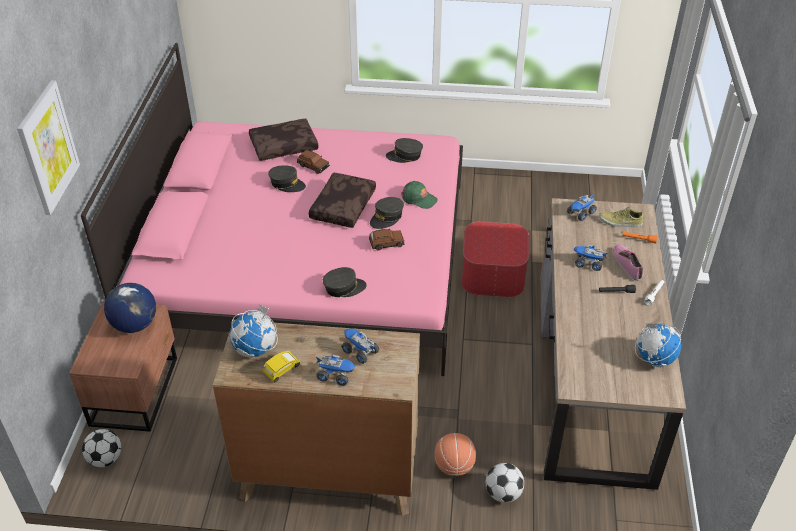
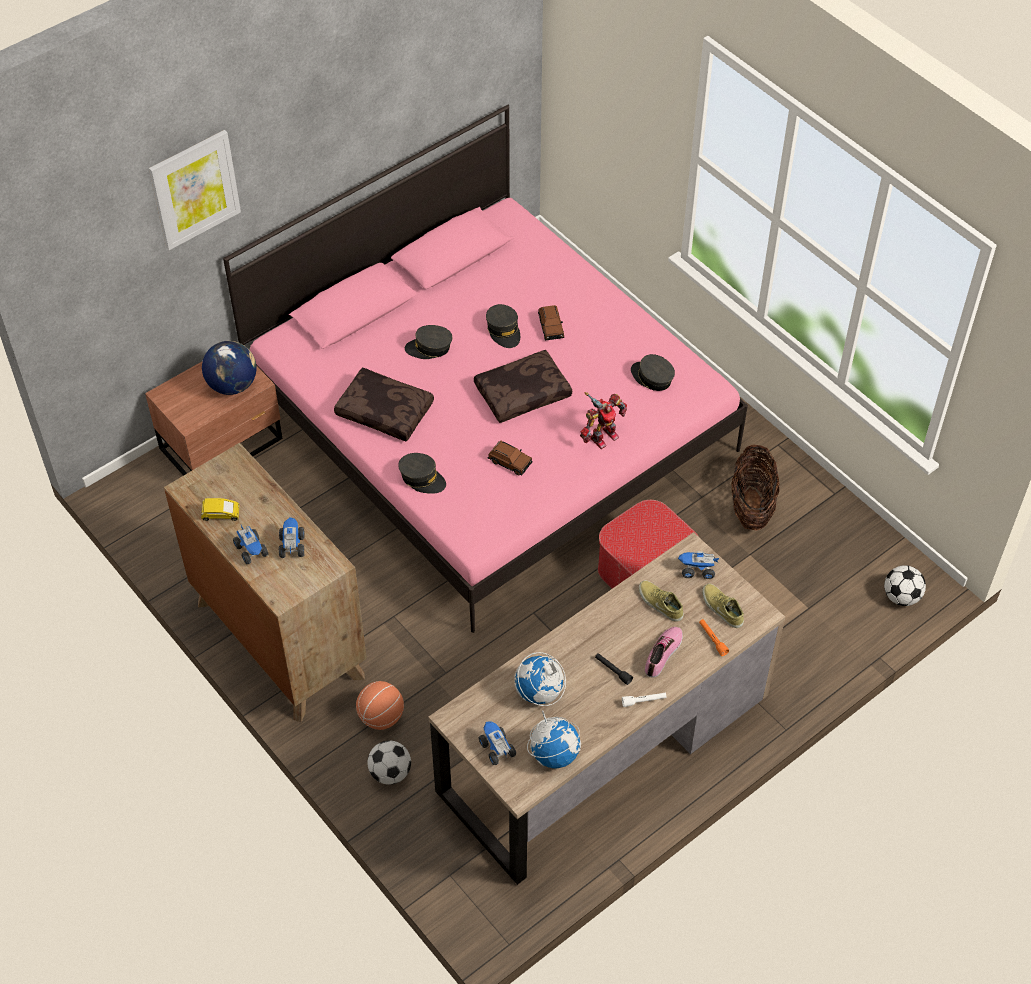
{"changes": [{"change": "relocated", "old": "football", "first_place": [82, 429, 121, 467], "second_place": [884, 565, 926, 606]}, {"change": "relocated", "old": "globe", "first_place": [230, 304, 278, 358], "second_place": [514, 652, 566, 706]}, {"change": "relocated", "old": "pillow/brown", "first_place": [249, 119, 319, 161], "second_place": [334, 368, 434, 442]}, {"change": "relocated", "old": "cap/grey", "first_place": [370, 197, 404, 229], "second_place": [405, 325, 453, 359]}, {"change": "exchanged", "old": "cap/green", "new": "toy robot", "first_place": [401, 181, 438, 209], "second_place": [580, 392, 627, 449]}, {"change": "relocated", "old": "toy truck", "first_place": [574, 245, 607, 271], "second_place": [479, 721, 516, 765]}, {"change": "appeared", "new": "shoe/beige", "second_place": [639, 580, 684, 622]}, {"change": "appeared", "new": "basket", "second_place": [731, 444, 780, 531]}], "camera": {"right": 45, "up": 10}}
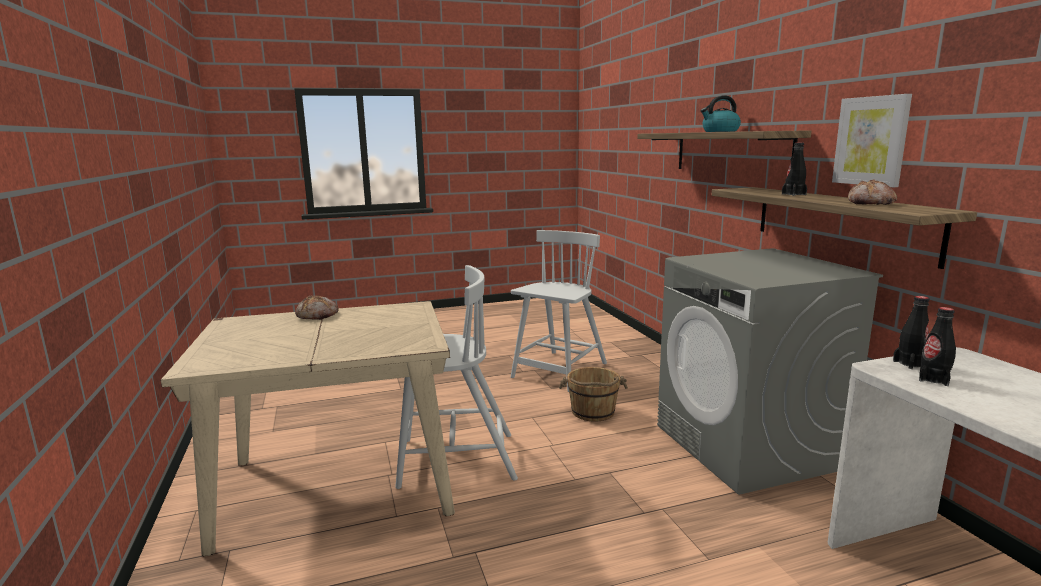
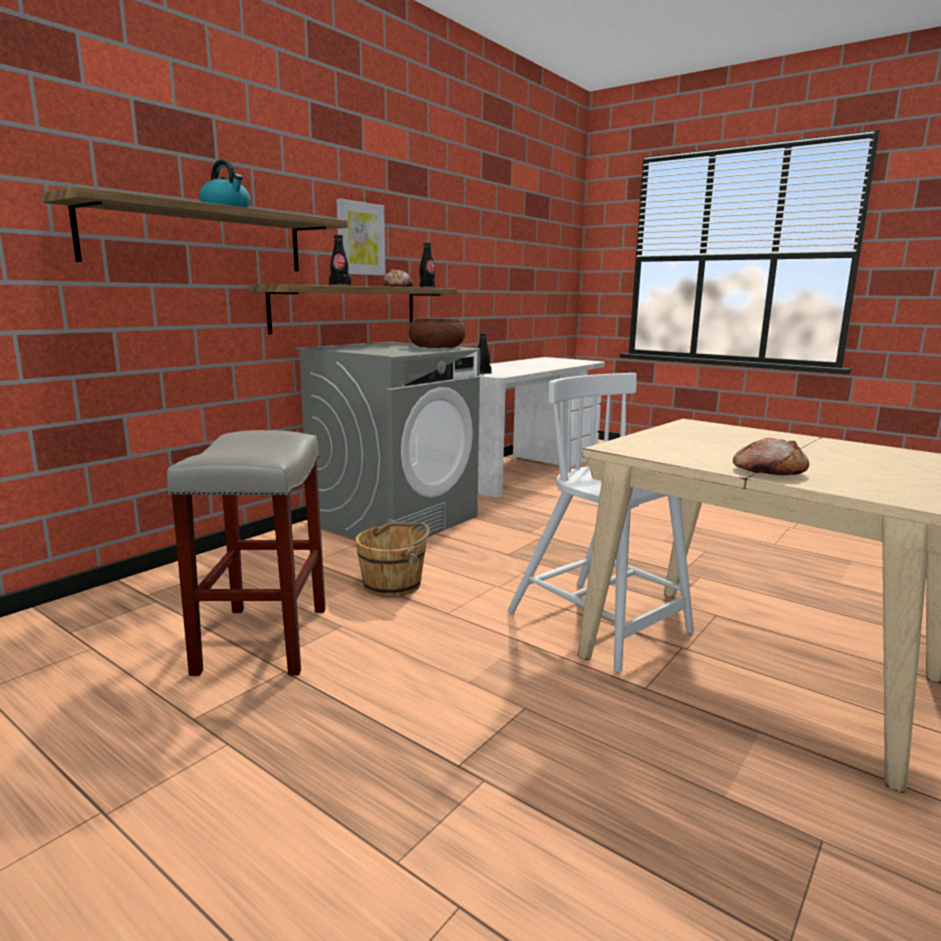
{"changes": [{"change": "exchanged", "old": "chair/white", "new": "stool/grey", "first_place": [511, 230, 607, 392], "second_place": [167, 430, 326, 676]}, {"change": "relocated", "old": "bottle/black", "first_place": [919, 307, 956, 386], "second_place": [419, 243, 435, 288]}, {"change": "appeared", "new": "bowl/brown", "second_place": [409, 319, 465, 348]}], "camera": {"right": -125, "up": 0}}
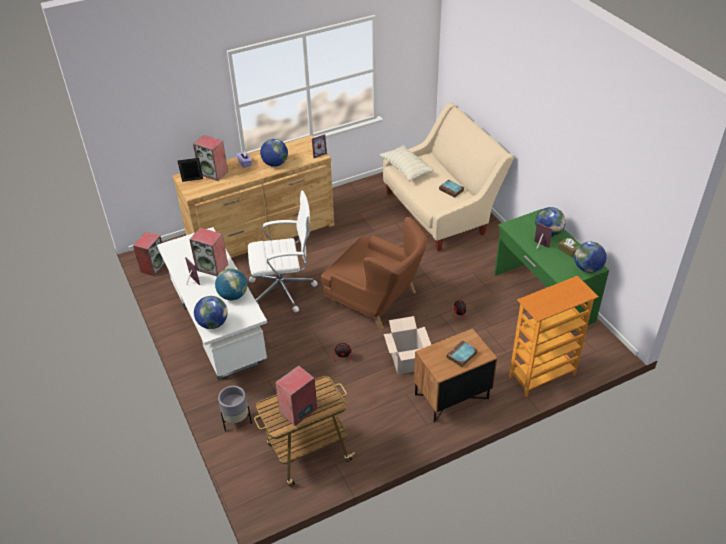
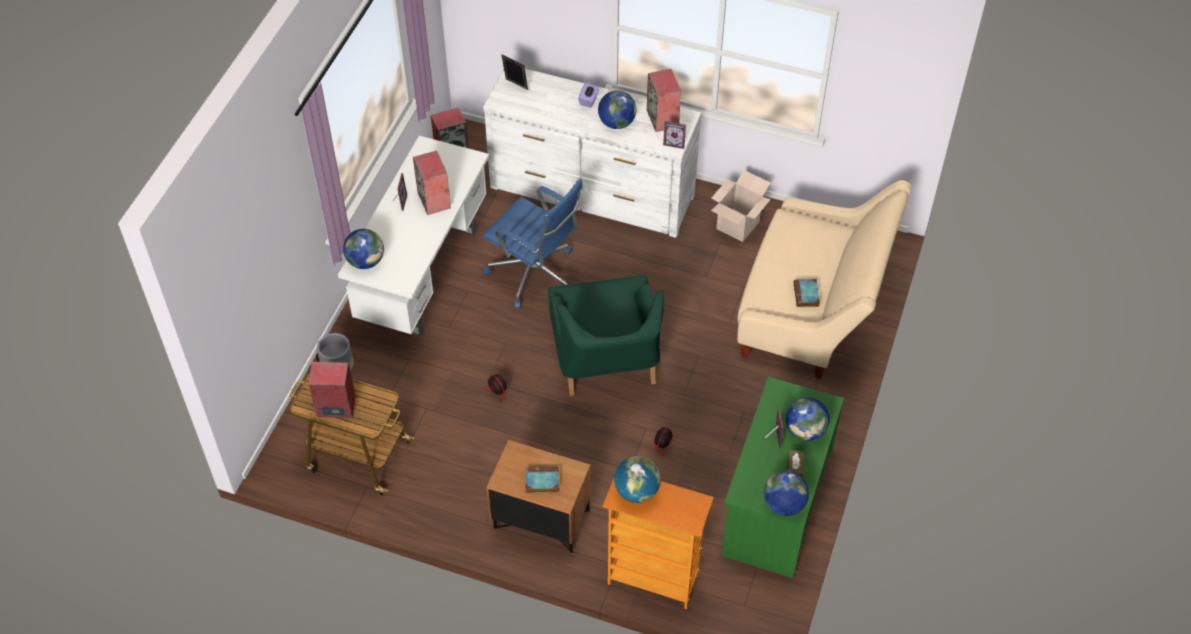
{"changes": [{"change": "colour", "old": "dresser/brown", "new": "dresser/white", "first_place": [173, 135, 334, 258], "second_place": [483, 69, 702, 238]}, {"change": "relocated", "old": "speaker", "first_place": [193, 135, 228, 181], "second_place": [647, 69, 681, 132]}, {"change": "relocated", "old": "globe", "first_place": [215, 268, 247, 300], "second_place": [614, 456, 661, 503]}, {"change": "colour", "old": "office chair/white", "new": "office chair/blue", "first_place": [248, 191, 318, 312], "second_place": [482, 179, 583, 309]}, {"change": "colour", "old": "armchair/brown", "new": "armchair/green", "first_place": [321, 217, 427, 330], "second_place": [548, 275, 664, 396]}, {"change": "missing", "old": "pillow", "first_place": [380, 145, 434, 181]}, {"change": "relocated", "old": "cardboard box", "first_place": [384, 316, 431, 375], "second_place": [711, 170, 771, 242]}], "camera": {"right": 45, "up": 10}}
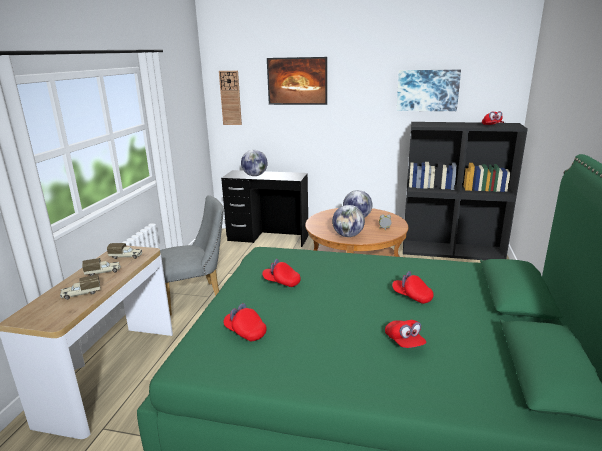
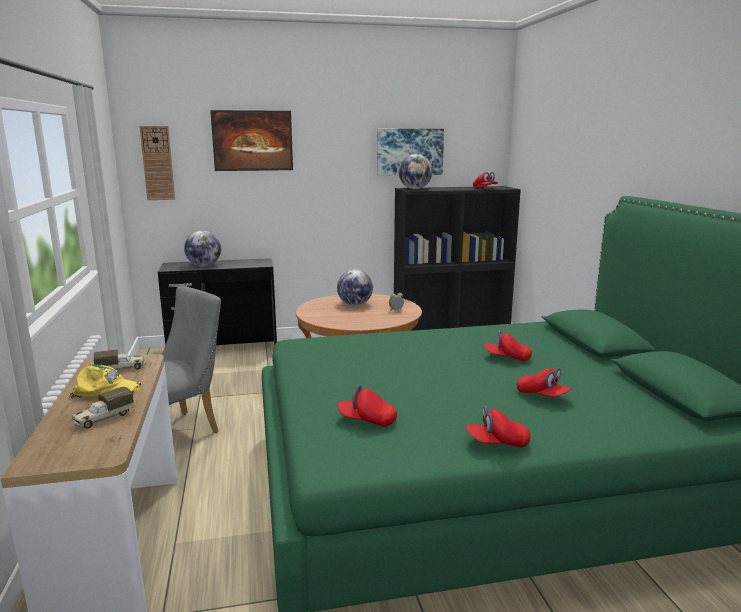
{"changes": [{"change": "exchanged", "old": "toy truck", "new": "cap/yellow", "first_place": [82, 258, 121, 276], "second_place": [69, 364, 142, 398]}, {"change": "relocated", "old": "cap/red", "first_place": [262, 259, 301, 287], "second_place": [466, 405, 530, 448]}, {"change": "relocated", "old": "globe", "first_place": [332, 205, 365, 237], "second_place": [398, 154, 433, 189]}], "camera": {"right": -25, "up": -5}}
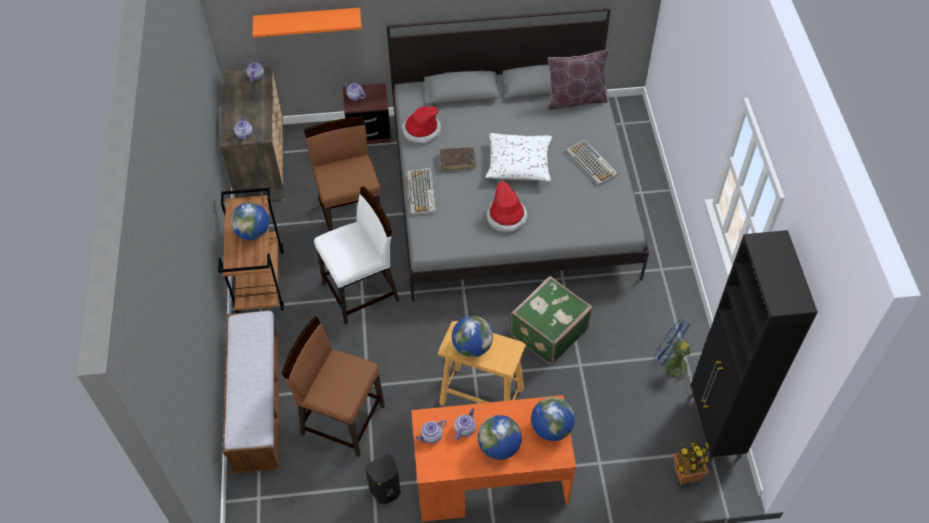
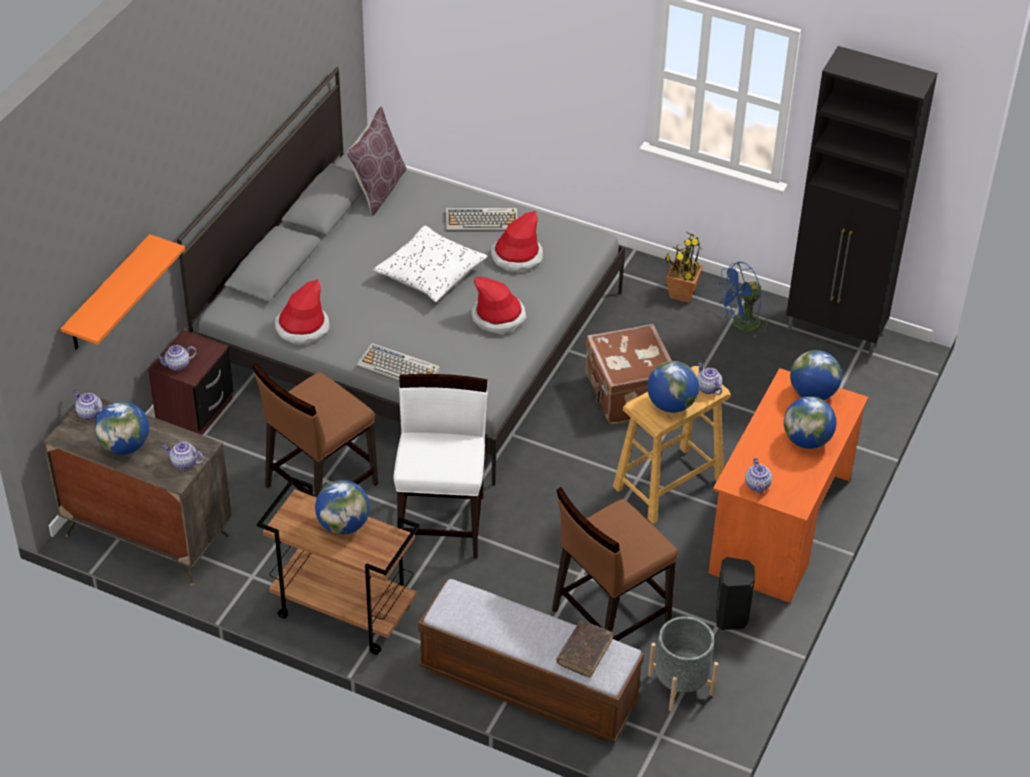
{"changes": [{"change": "spun", "old": "chair/brown", "first_place": [304, 116, 380, 231], "second_place": [253, 363, 378, 497], "degrees": -60}, {"change": "relocated", "old": "book/brown", "first_place": [440, 147, 476, 171], "second_place": [557, 621, 613, 678]}, {"change": "relocated", "old": "teapot", "first_place": [454, 408, 476, 440], "second_place": [697, 362, 722, 395]}, {"change": "colour", "old": "suitcase/green", "new": "suitcase/brown", "first_place": [511, 276, 593, 365], "second_place": [585, 324, 672, 424]}, {"change": "relocated", "old": "potted plant", "first_place": [673, 441, 711, 485], "second_place": [665, 232, 703, 303]}, {"change": "appeared", "new": "globe", "second_place": [95, 401, 149, 455]}, {"change": "appeared", "new": "hat", "second_place": [491, 211, 543, 272]}, {"change": "appeared", "new": "planter/grey", "second_place": [648, 616, 718, 711]}], "camera": {"right": -60, "up": -10}}
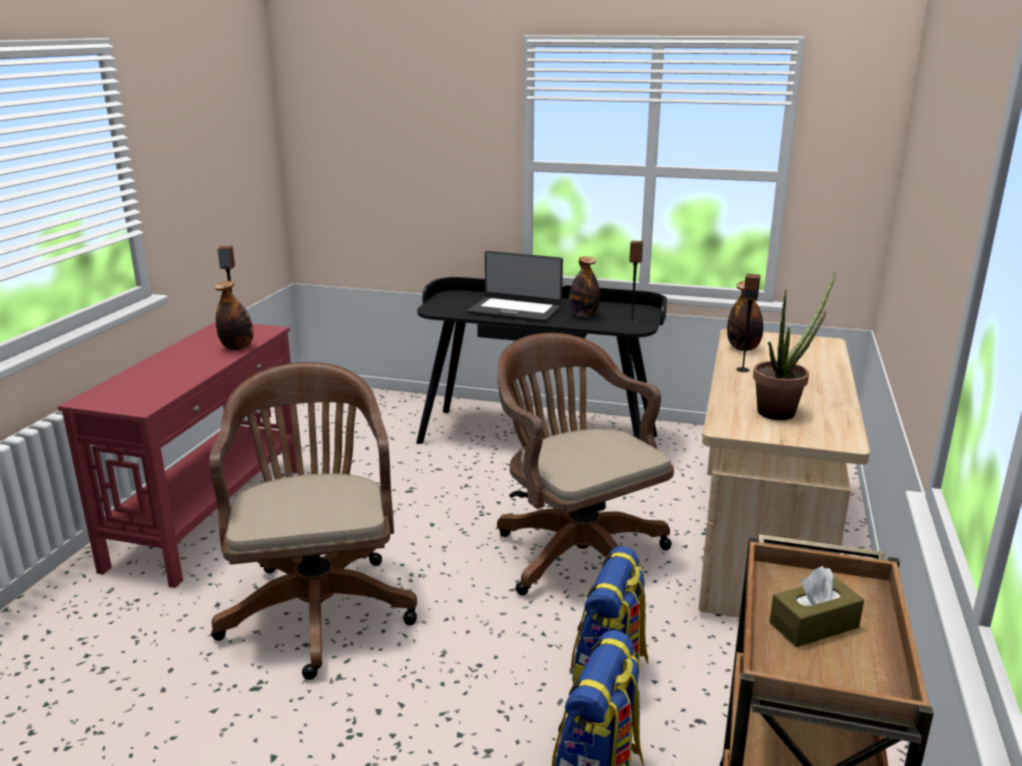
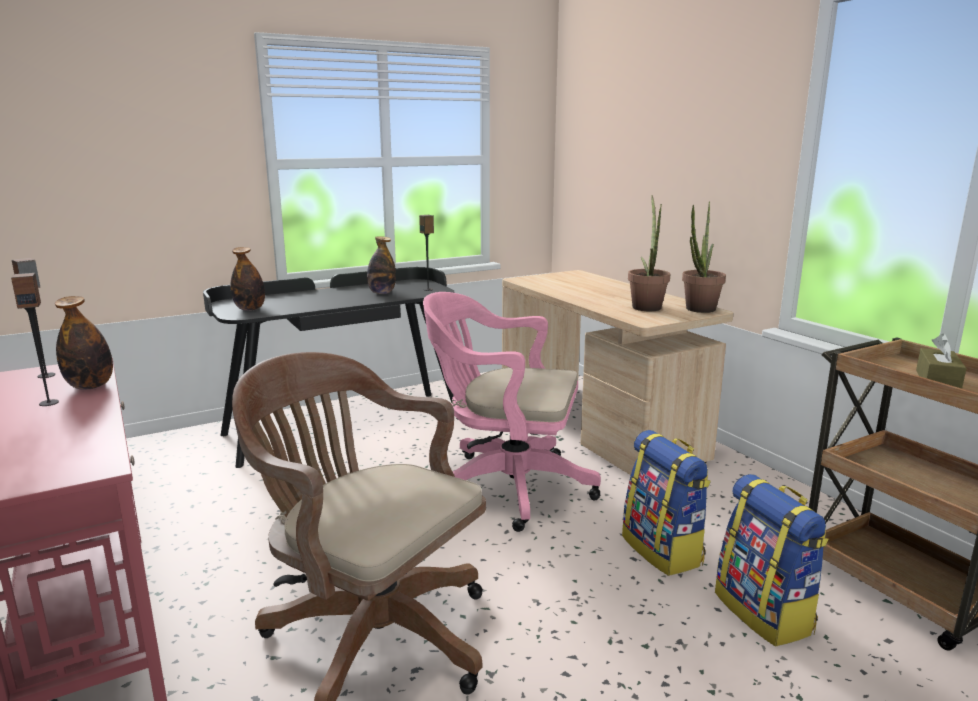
{"changes": [{"change": "missing", "old": "laptop", "first_place": [467, 251, 563, 322]}, {"change": "colour", "old": "office chair/brown", "new": "office chair/pink", "first_place": [497, 333, 674, 595], "second_place": [423, 292, 601, 532]}, {"change": "relocated", "old": "bottle", "first_place": [727, 281, 763, 351], "second_place": [231, 247, 265, 311]}, {"change": "relocated", "old": "speaker", "first_place": [736, 274, 760, 372], "second_place": [11, 273, 59, 406]}, {"change": "appeared", "new": "potted plant", "second_place": [682, 201, 726, 313]}], "camera": {"right": -45, "up": -5}}
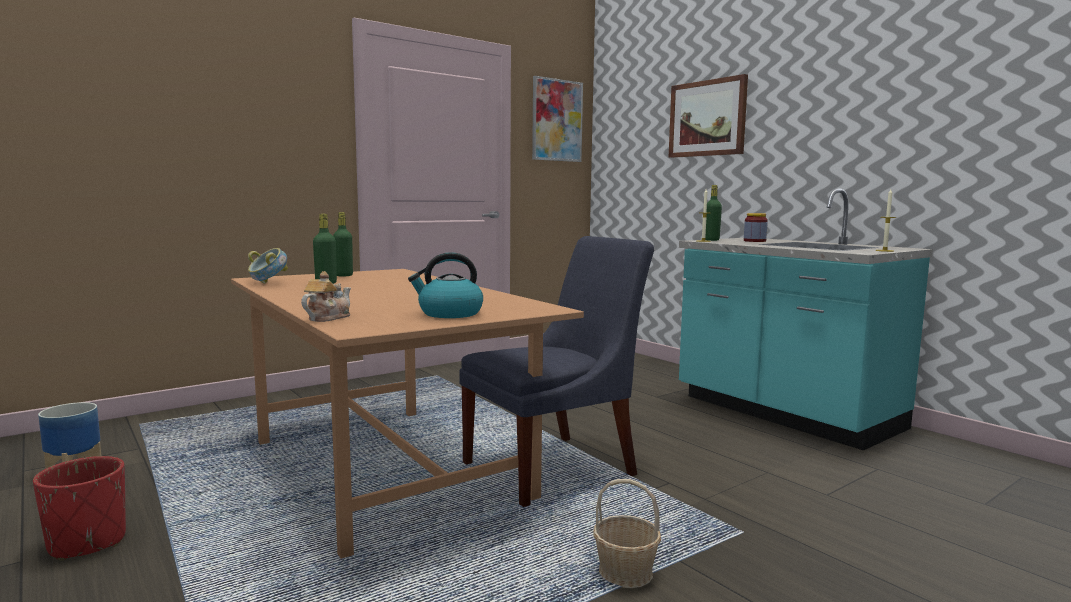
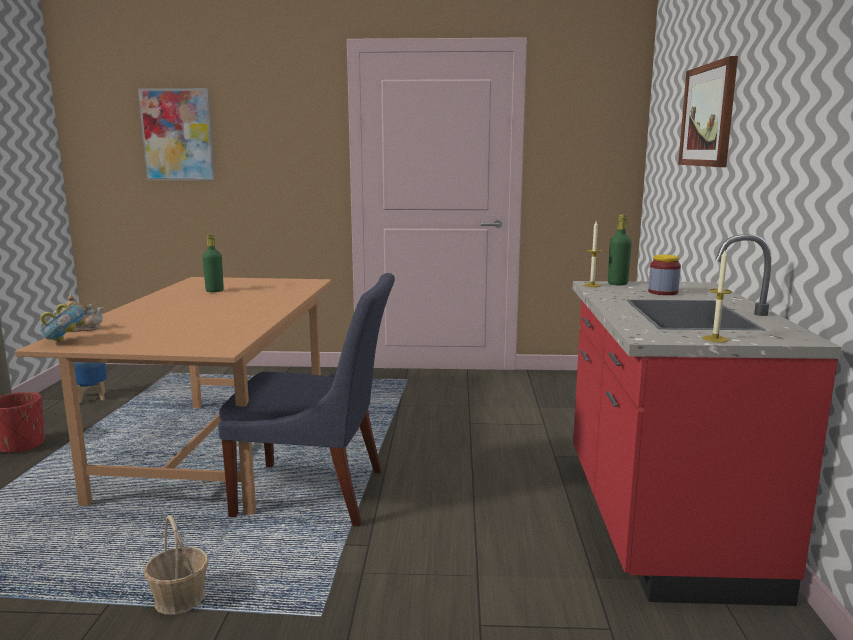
{"changes": [{"change": "relocated", "old": "bowl", "first_place": [248, 248, 288, 284], "second_place": [40, 303, 85, 343]}, {"change": "missing", "old": "bottle/green", "first_place": [333, 212, 353, 277]}, {"change": "missing", "old": "kettle", "first_place": [408, 252, 483, 318]}, {"change": "relocated", "old": "picture", "first_place": [532, 76, 583, 162], "second_place": [138, 88, 215, 181]}, {"change": "colour", "old": "counter/turquoise", "new": "counter/red", "first_place": [679, 189, 933, 450], "second_place": [573, 234, 842, 606]}], "camera": {"right": 40, "up": 5}}
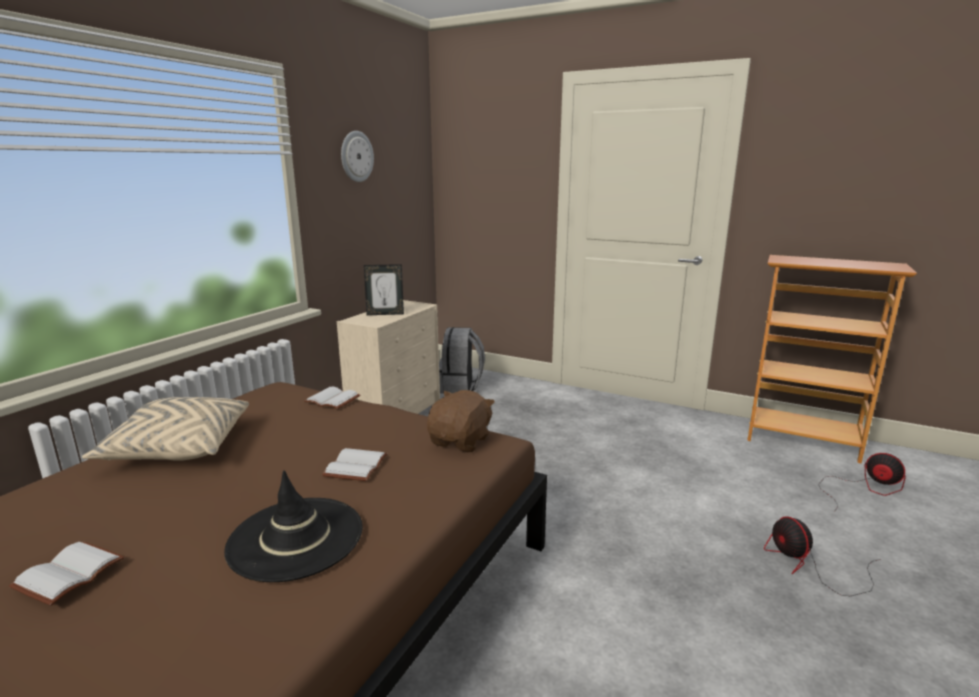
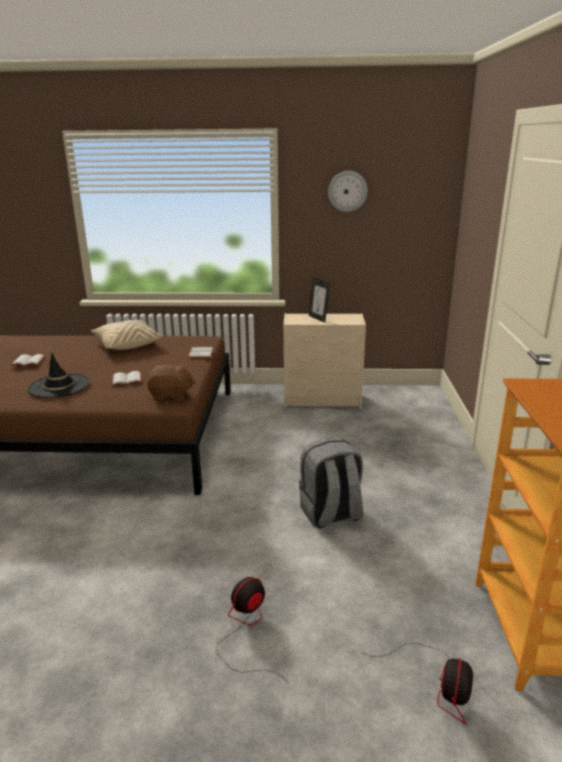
{"changes": [{"change": "relocated", "old": "backpack/grey", "first_place": [439, 327, 485, 393], "second_place": [299, 438, 363, 528]}], "camera": {"right": 65, "up": 5}}
